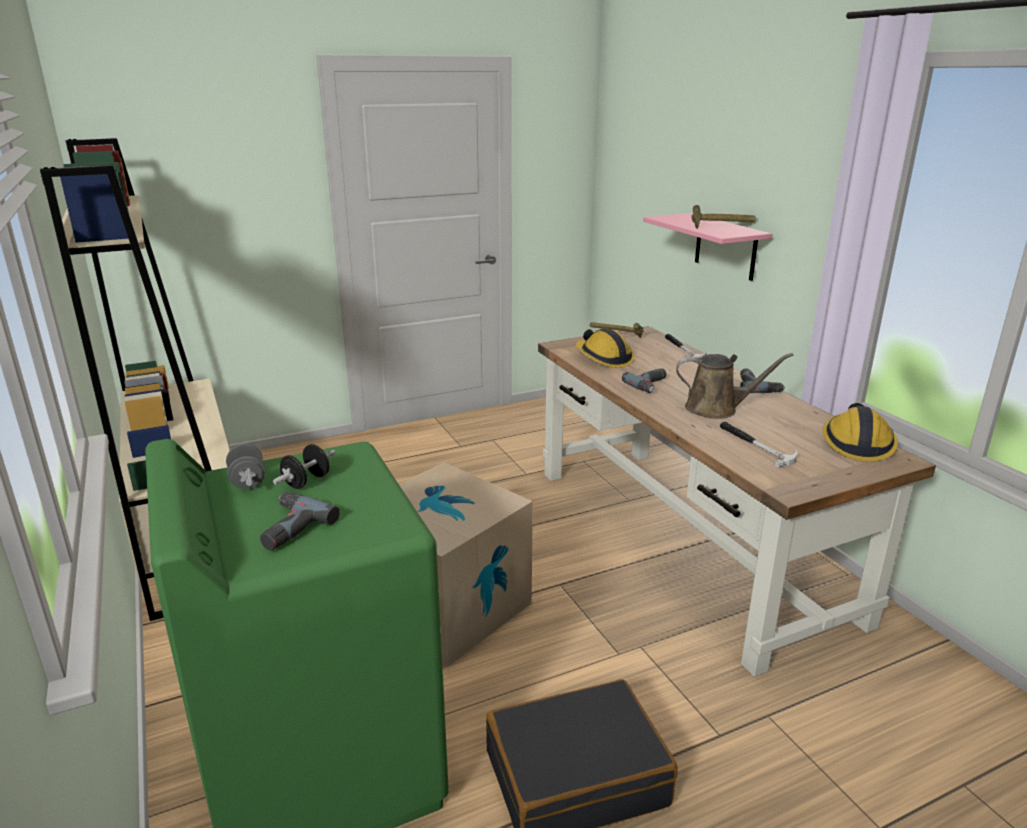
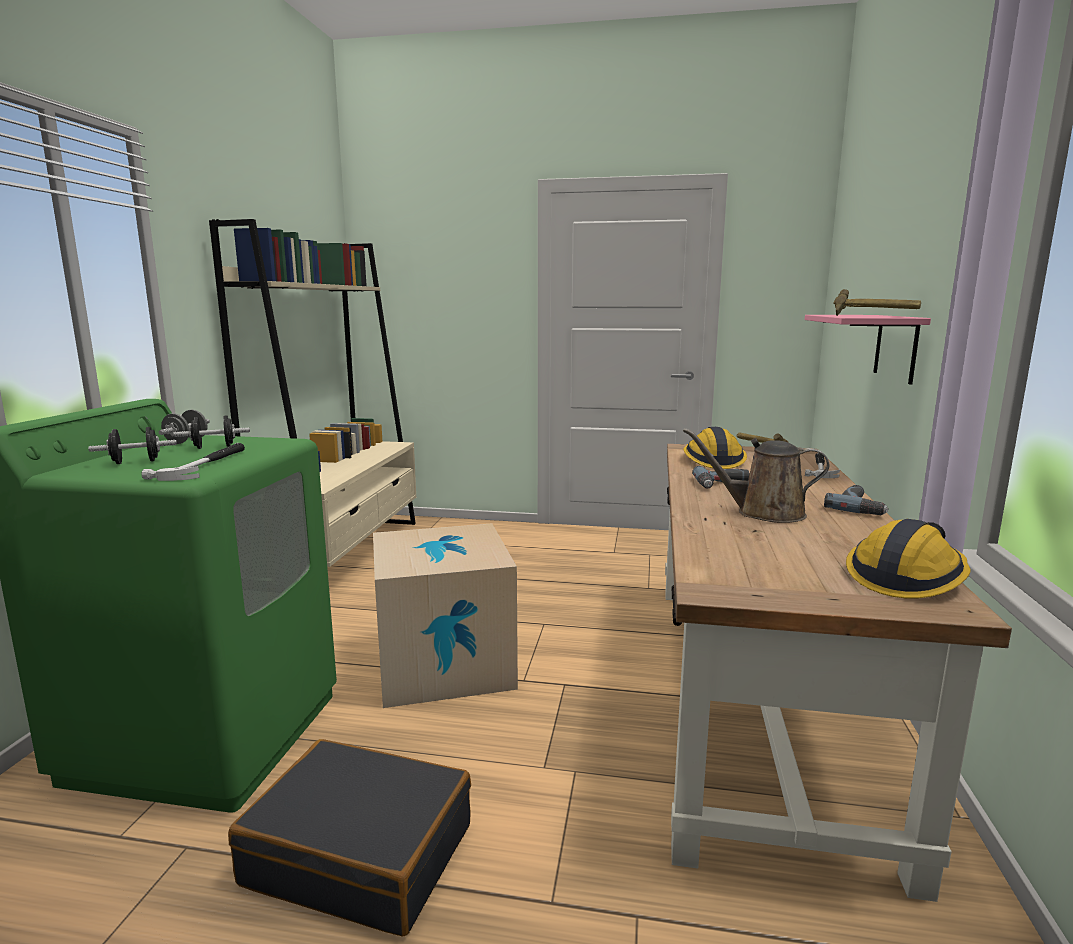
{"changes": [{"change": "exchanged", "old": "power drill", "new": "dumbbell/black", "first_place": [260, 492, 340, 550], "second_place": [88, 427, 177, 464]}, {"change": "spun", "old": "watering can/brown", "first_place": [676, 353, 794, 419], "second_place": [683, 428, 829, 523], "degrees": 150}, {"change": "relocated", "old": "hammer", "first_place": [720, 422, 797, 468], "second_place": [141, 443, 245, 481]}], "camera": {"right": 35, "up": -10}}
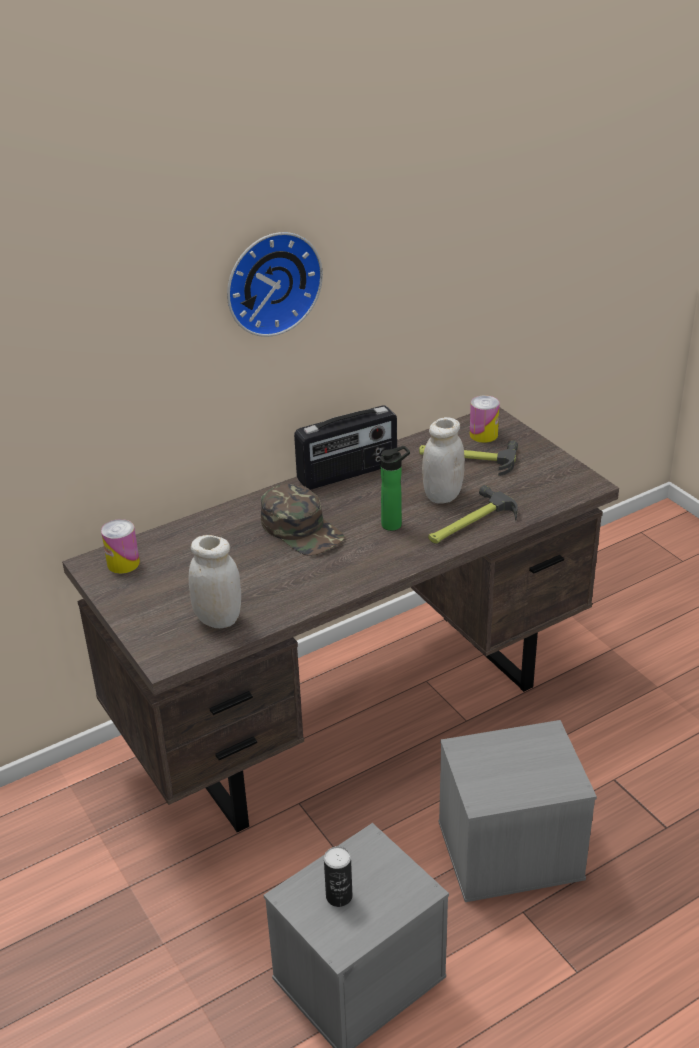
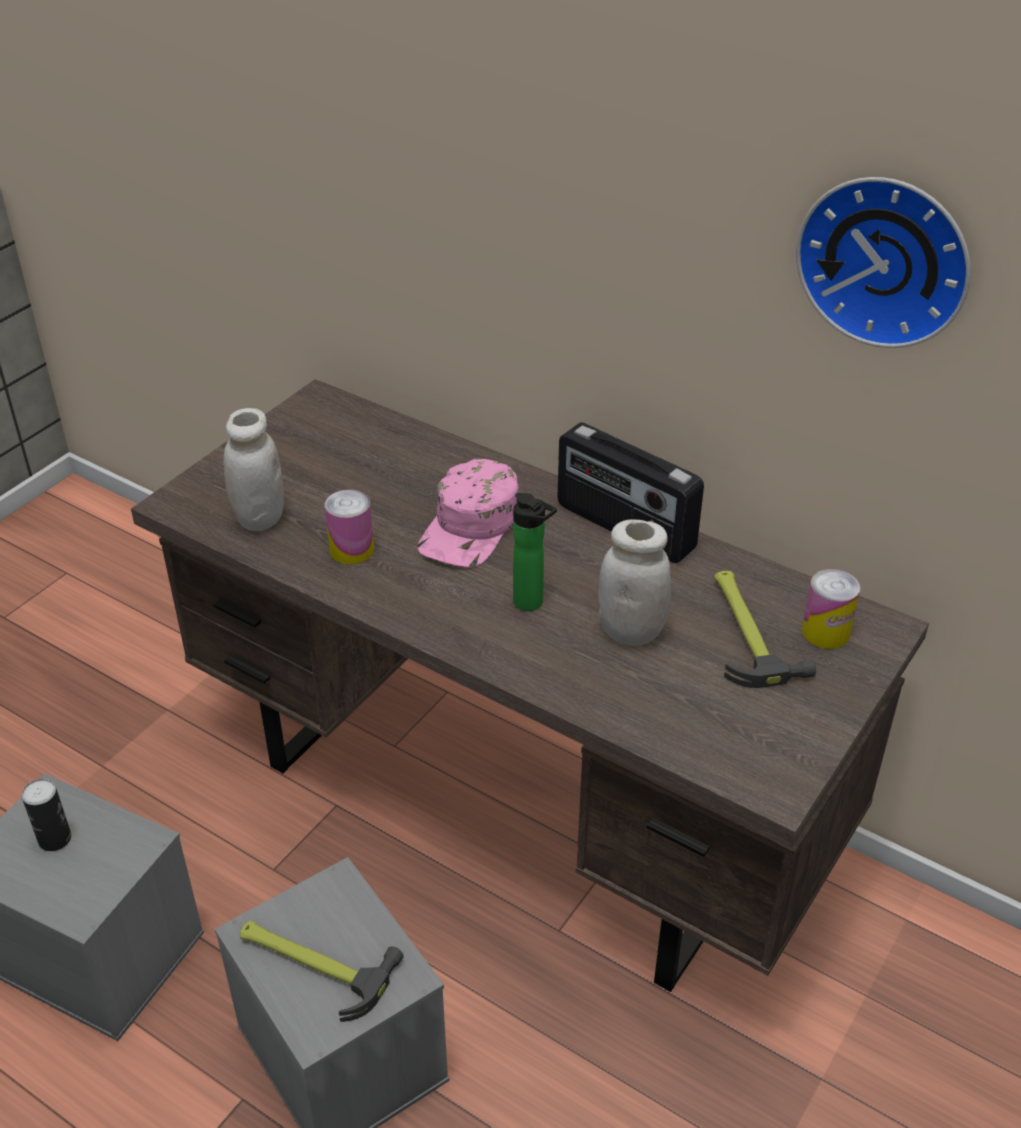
{"changes": [{"change": "relocated", "old": "can", "first_place": [101, 519, 140, 574], "second_place": [325, 490, 374, 564]}, {"change": "relocated", "old": "wall clock", "first_place": [227, 232, 323, 337], "second_place": [796, 177, 971, 348]}, {"change": "colour", "old": "cap/green", "new": "cap/pink", "first_place": [261, 484, 345, 556], "second_place": [418, 459, 519, 568]}, {"change": "relocated", "old": "hammer", "first_place": [428, 485, 518, 544], "second_place": [240, 921, 404, 1022]}], "camera": {"right": 65, "up": 5}}
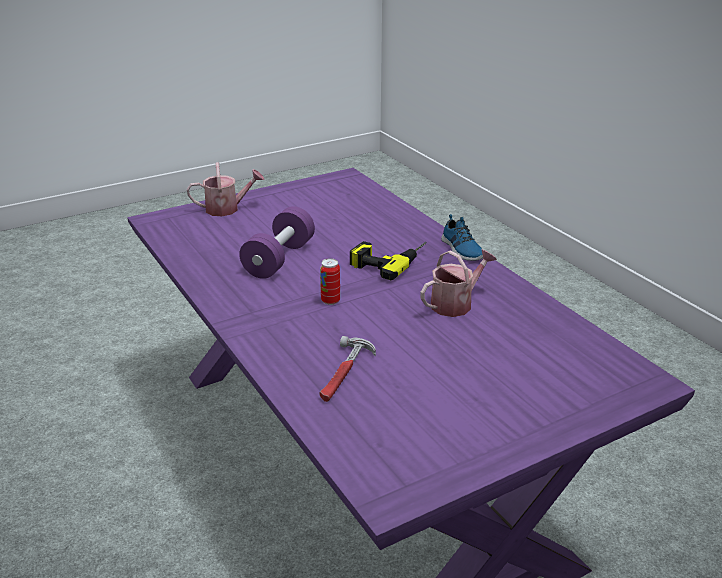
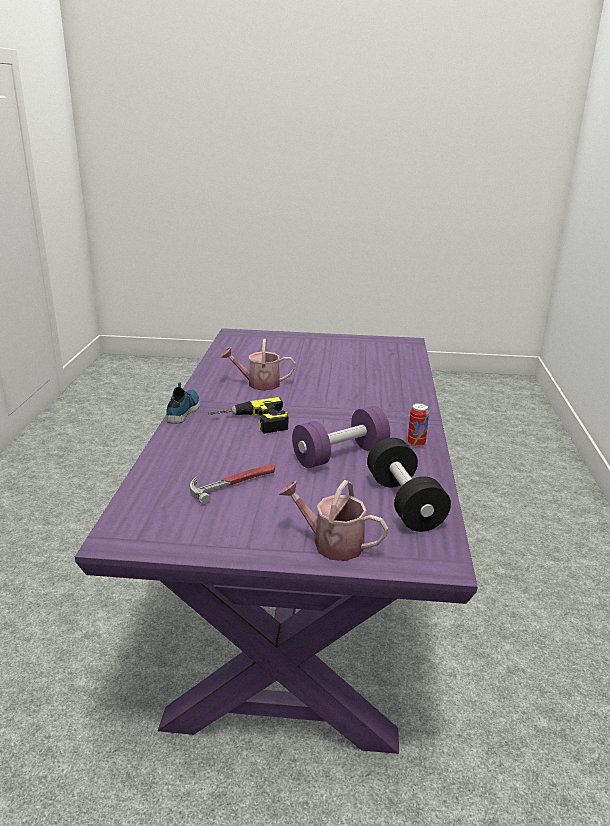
{"changes": [{"change": "relocated", "old": "hammer", "first_place": [319, 336, 376, 402], "second_place": [190, 463, 275, 505]}, {"change": "relocated", "old": "can", "first_place": [320, 258, 340, 305], "second_place": [408, 403, 429, 447]}, {"change": "appeared", "new": "dumbbell/black", "second_place": [367, 438, 451, 532]}], "camera": {"right": -145, "up": -5}}
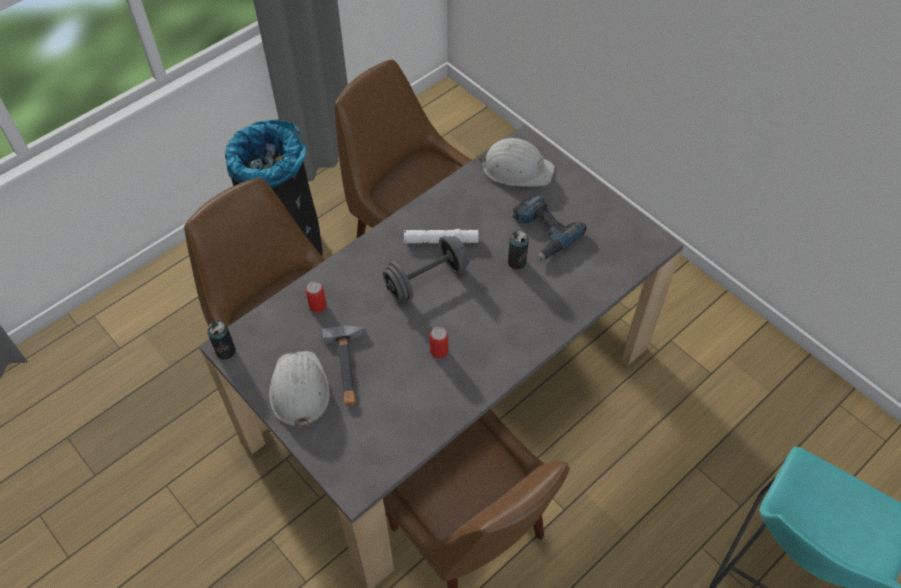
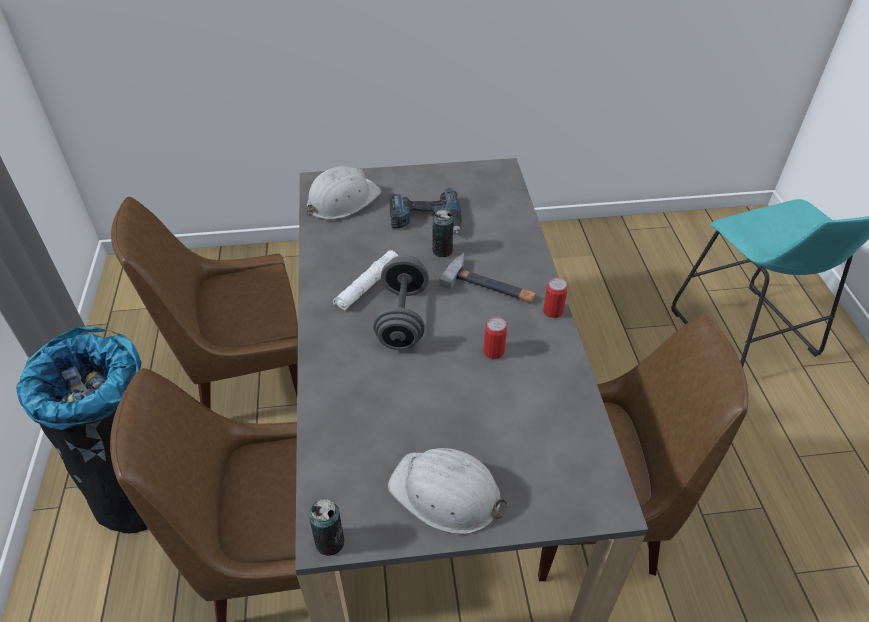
{"changes": [{"change": "relocated", "old": "can", "first_place": [305, 281, 327, 313], "second_place": [543, 278, 568, 318]}, {"change": "relocated", "old": "hammer", "first_place": [322, 326, 367, 406], "second_place": [439, 253, 536, 303]}], "camera": {"right": -55, "up": -10}}
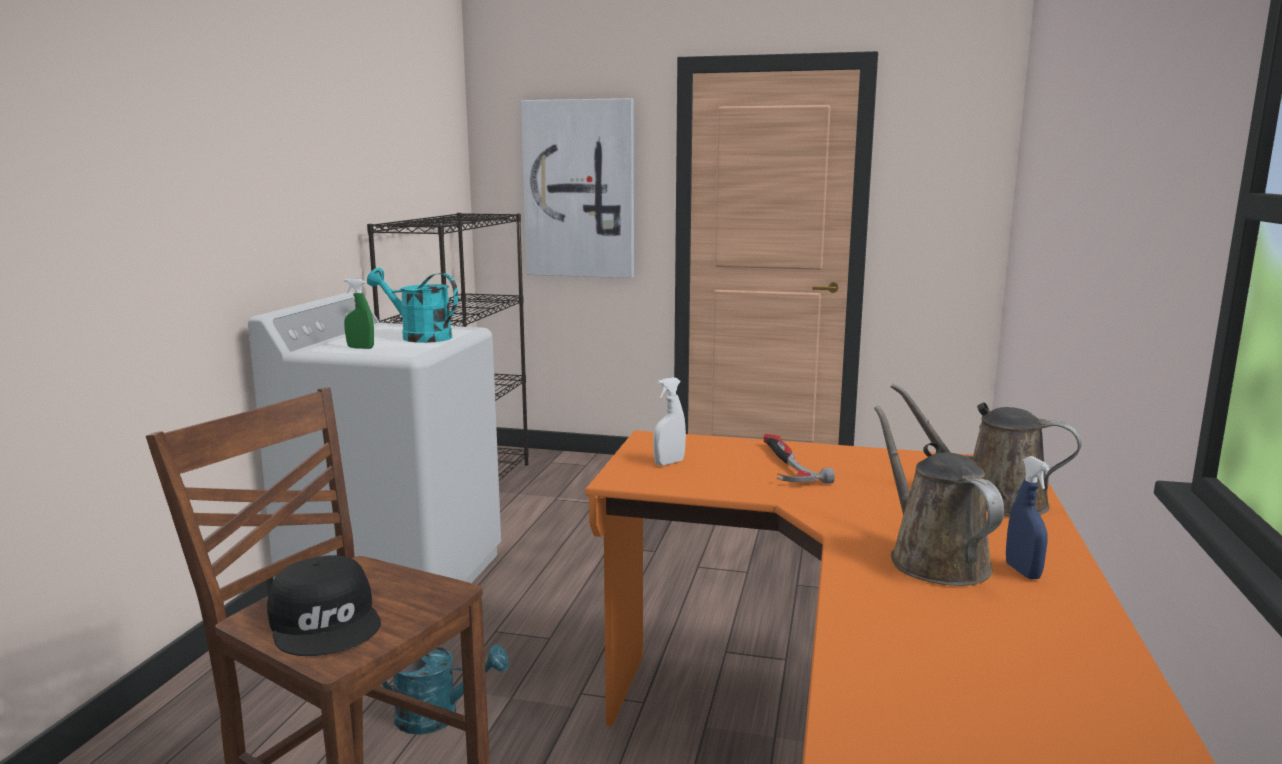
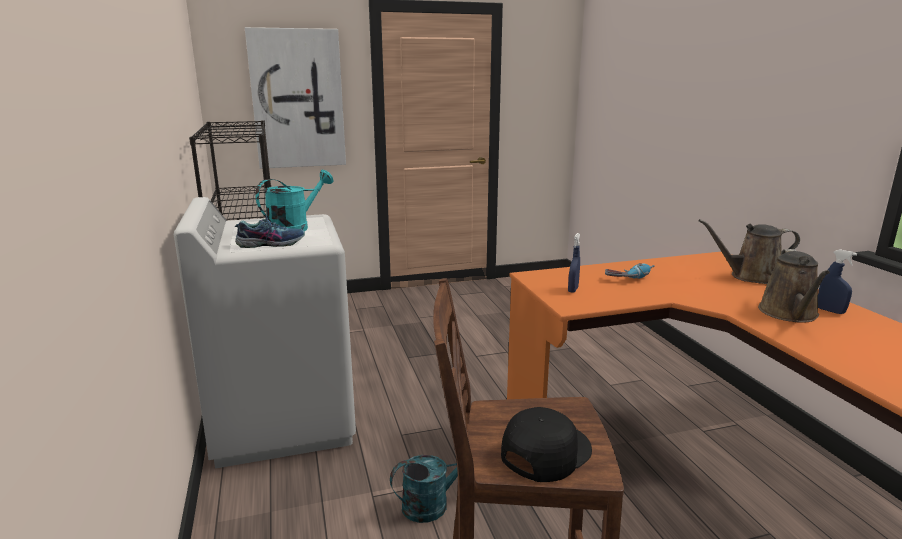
{"changes": [{"change": "spun", "old": "cap/black", "first_place": [267, 555, 381, 656], "second_place": [501, 407, 592, 482], "degrees": -75}, {"change": "exchanged", "old": "spray bottle/green", "new": "shoe", "first_place": [344, 278, 374, 349], "second_place": [235, 213, 305, 248]}, {"change": "spun", "old": "watering can/turquoise", "first_place": [367, 268, 458, 343], "second_place": [255, 170, 334, 231], "degrees": 135}, {"change": "colour", "old": "spray bottle/white", "new": "spray bottle/blue", "first_place": [653, 377, 686, 466], "second_place": [568, 233, 580, 293]}, {"change": "exchanged", "old": "hammer", "new": "power drill", "first_place": [764, 434, 835, 484], "second_place": [605, 263, 655, 279]}, {"change": "spun", "old": "watering can/brown", "first_place": [874, 406, 1004, 586], "second_place": [758, 249, 830, 323], "degrees": -120}], "camera": {"right": -30, "up": 5}}
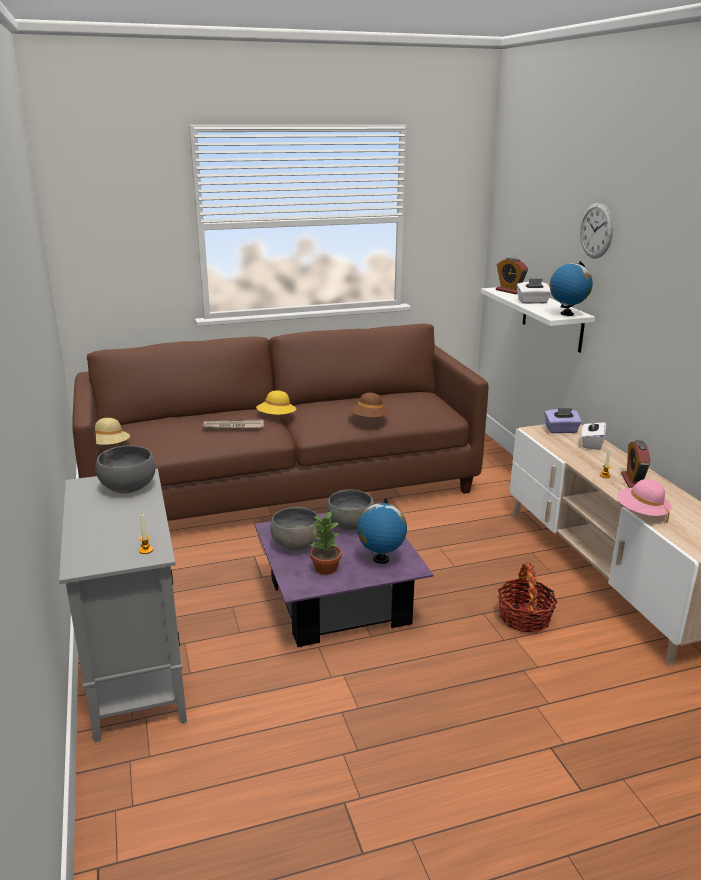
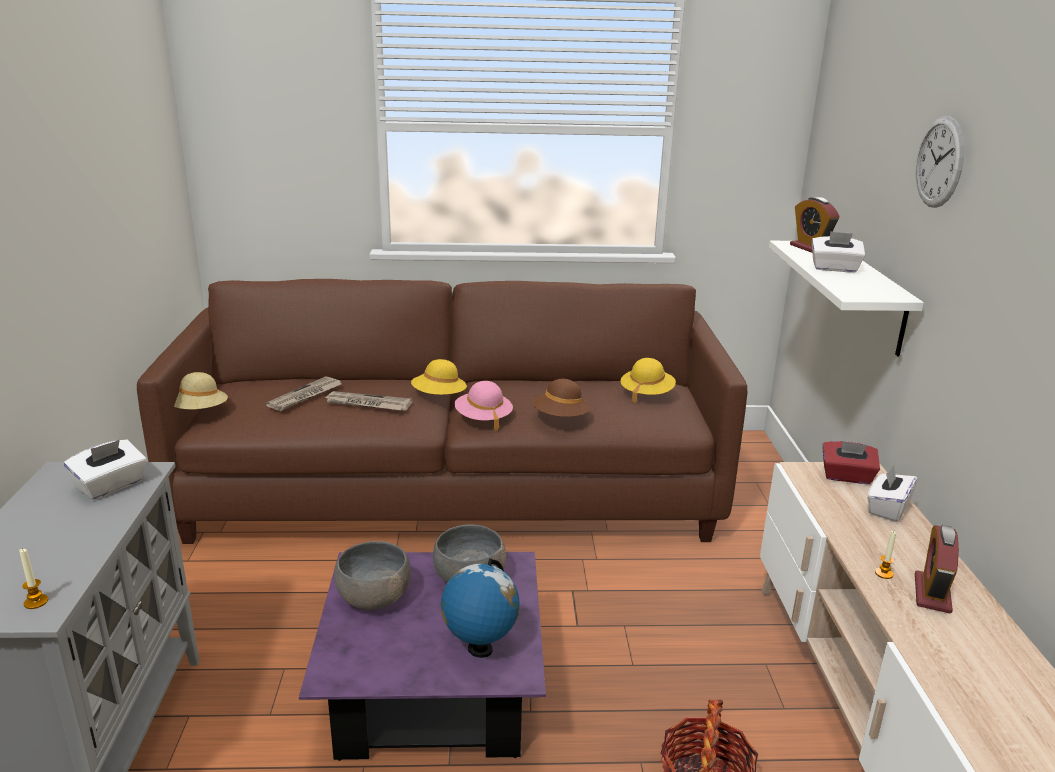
{"changes": [{"change": "exchanged", "old": "bowl/grey", "new": "tissue box/white", "first_place": [95, 445, 156, 493], "second_place": [64, 440, 146, 500]}, {"change": "missing", "old": "potted plant", "first_place": [310, 511, 342, 575]}, {"change": "colour", "old": "tissue box/purple", "new": "tissue box/red", "first_place": [544, 408, 582, 433], "second_place": [822, 441, 880, 484]}, {"change": "missing", "old": "globe", "first_place": [550, 261, 593, 316]}, {"change": "relocated", "old": "hat/pink", "first_place": [617, 479, 672, 523], "second_place": [454, 381, 513, 431]}, {"change": "appeared", "new": "newspaper", "second_place": [266, 376, 341, 411]}, {"change": "appeared", "new": "hat/yellow", "second_place": [620, 358, 676, 404]}], "camera": {"right": 15, "up": 0}}
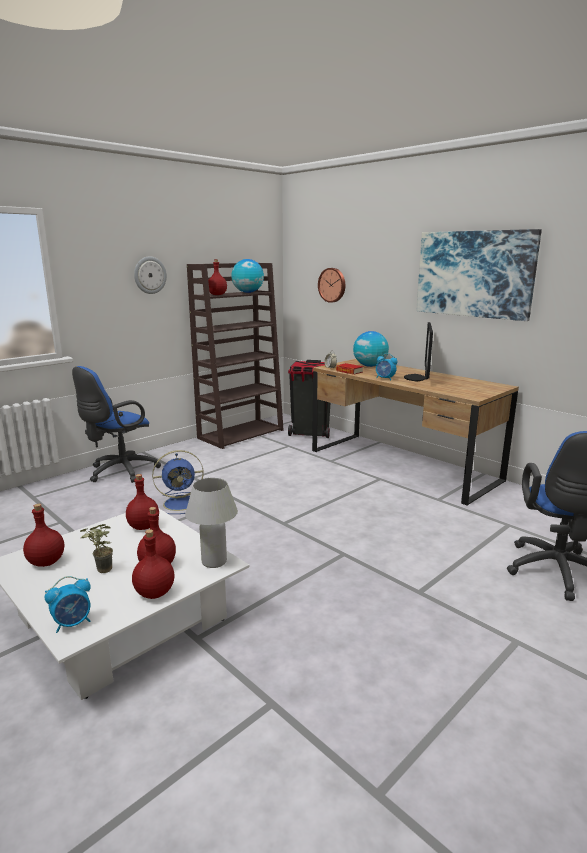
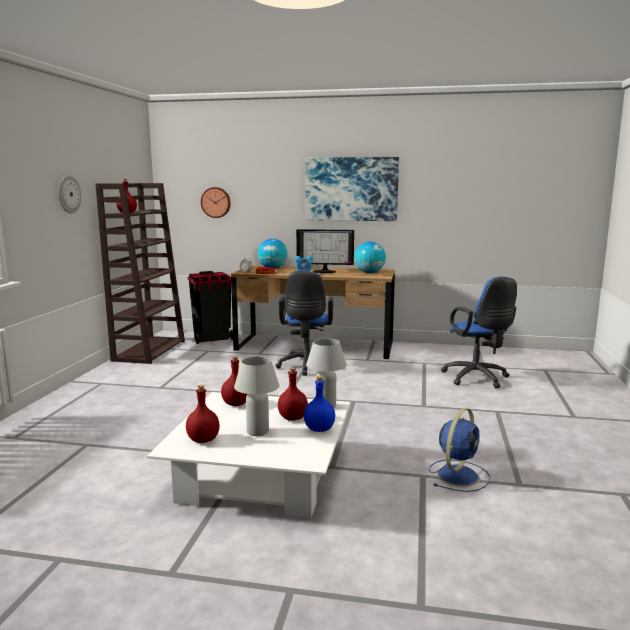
{"changes": [{"change": "missing", "old": "alarm clock", "first_place": [45, 576, 91, 633]}, {"change": "relocated", "old": "office chair/blue", "first_place": [72, 366, 161, 483], "second_place": [275, 270, 333, 376]}, {"change": "exchanged", "old": "potted plant", "new": "table lamp/white", "first_place": [80, 524, 113, 573], "second_place": [234, 356, 279, 436]}, {"change": "colour", "old": "bottle/red", "new": "bottle/blue", "first_place": [132, 529, 174, 599], "second_place": [304, 376, 335, 432]}, {"change": "relocated", "old": "fan/blue", "first_place": [152, 450, 204, 514], "second_place": [429, 408, 490, 492]}, {"change": "relocated", "old": "globe", "first_place": [231, 259, 264, 293], "second_place": [354, 242, 386, 273]}, {"change": "spun", "old": "monitor", "first_place": [404, 322, 433, 381], "second_place": [296, 229, 354, 273], "degrees": -60}], "camera": {"right": -35, "up": -5}}
